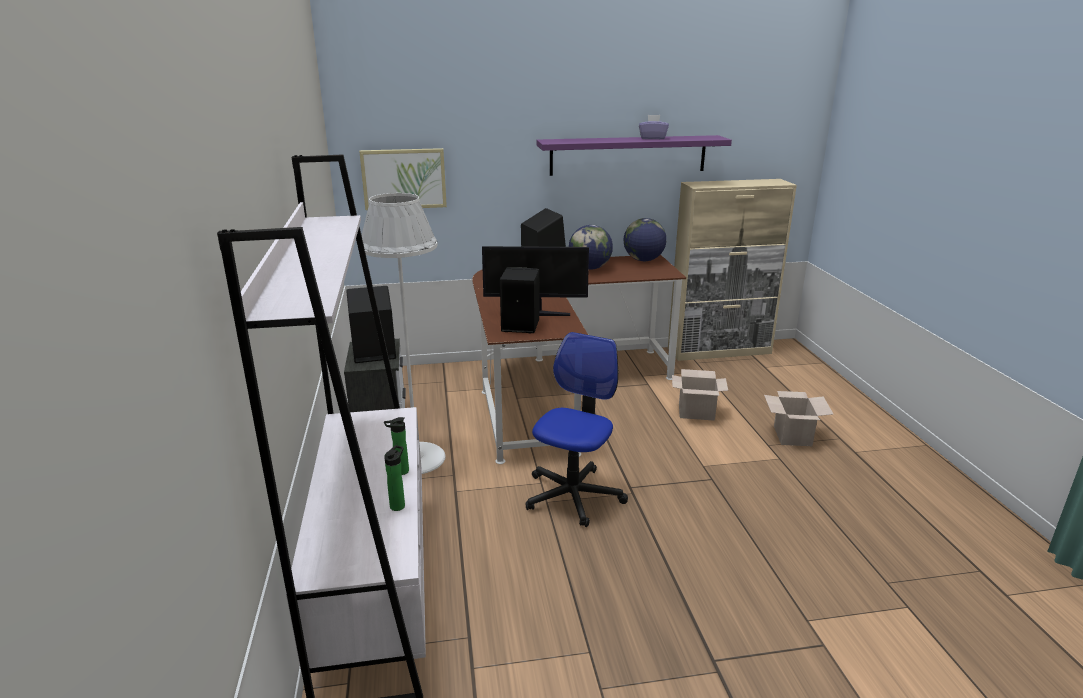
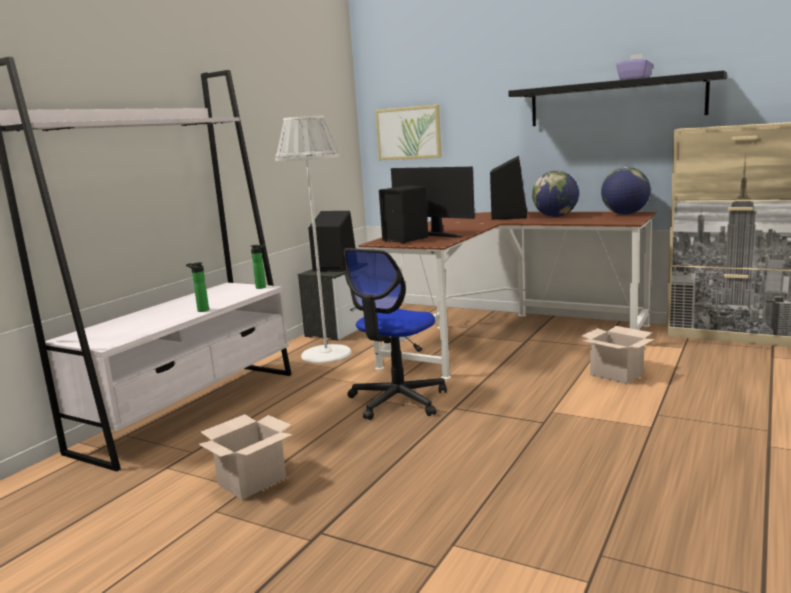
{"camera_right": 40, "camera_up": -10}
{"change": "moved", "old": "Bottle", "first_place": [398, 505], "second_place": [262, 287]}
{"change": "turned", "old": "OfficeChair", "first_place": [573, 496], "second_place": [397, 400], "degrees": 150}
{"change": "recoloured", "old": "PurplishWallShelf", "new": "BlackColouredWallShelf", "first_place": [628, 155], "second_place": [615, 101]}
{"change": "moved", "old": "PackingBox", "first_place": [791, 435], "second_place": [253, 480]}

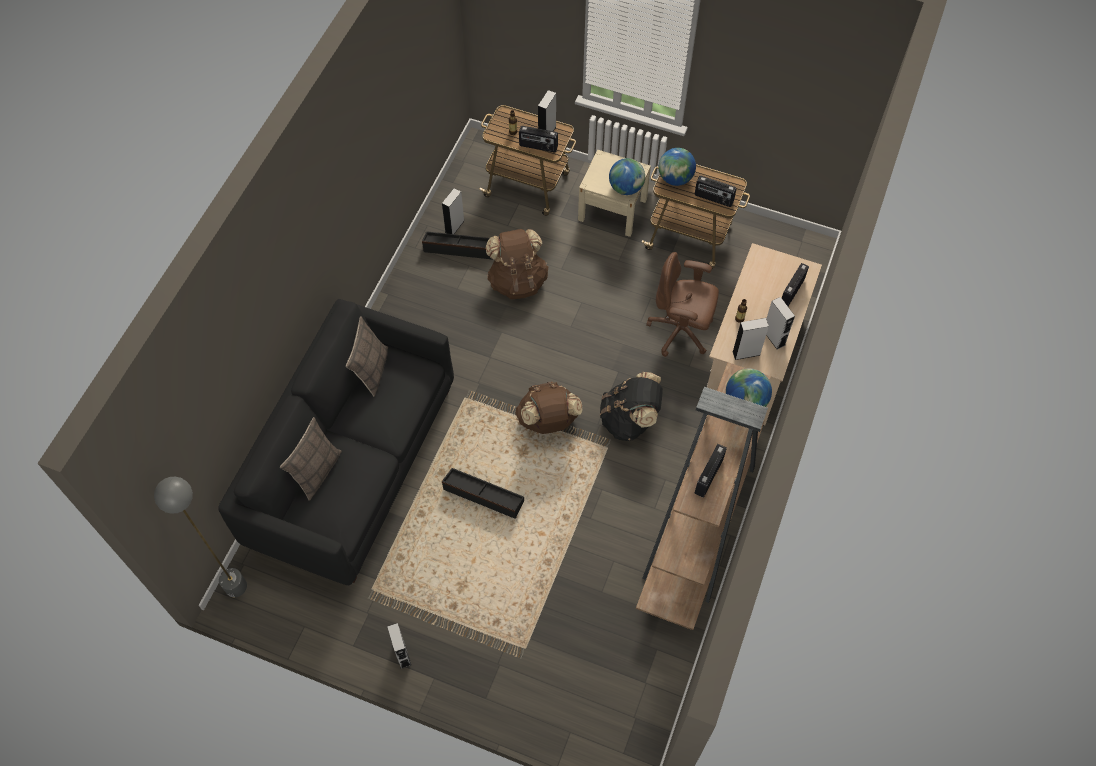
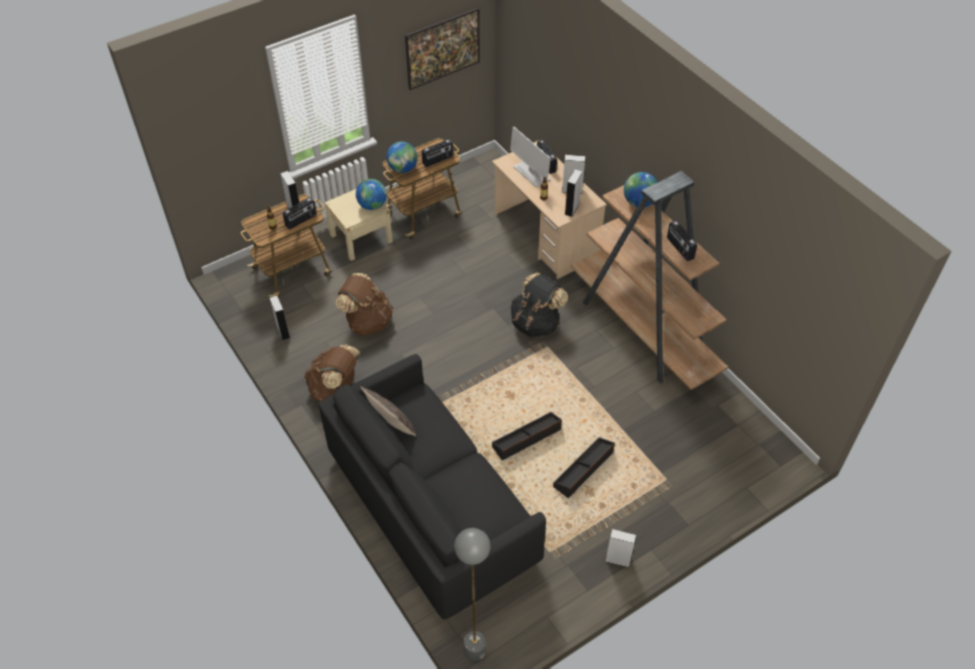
{"camera_right": -55, "camera_up": -10}
{"change": "removed", "old": "Cushion", "first_place": [317, 471]}
{"change": "moved", "old": "BlackColouredStorageContainer", "first_place": [459, 248], "second_place": [584, 470]}
{"change": "moved", "old": "BrownColouredKnapsack", "first_place": [548, 421], "second_place": [335, 388]}
{"change": "removed", "old": "BrownColouredOfficeChair", "first_place": [681, 331]}
{"change": "added", "new": "WallArt", "second_place": [443, 62]}
{"change": "added", "new": "ComputerDisplay", "second_place": [531, 173]}

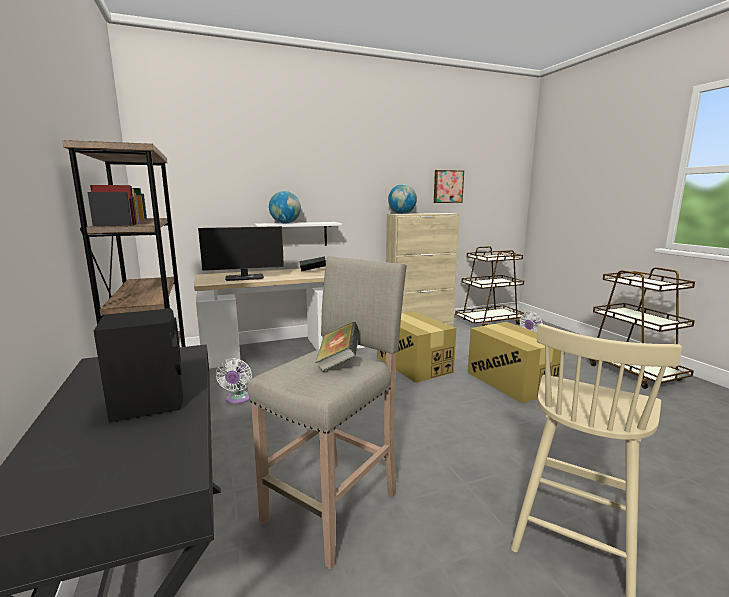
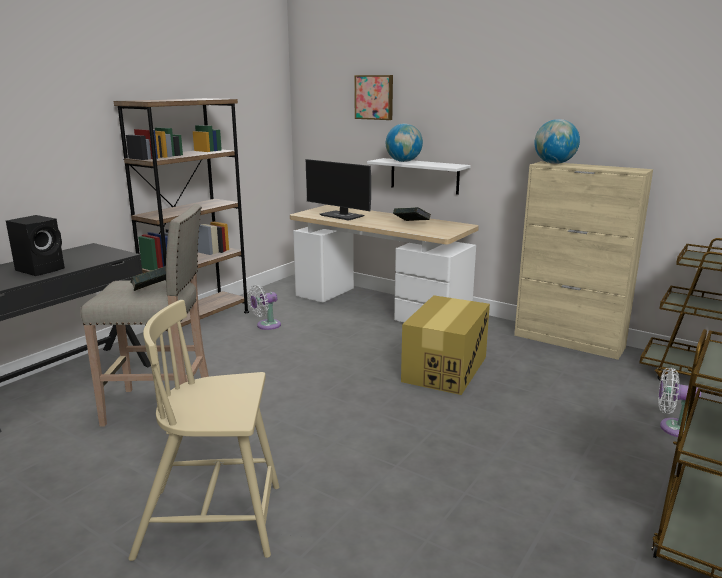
{"camera_right": 55, "camera_up": 5}
{"change": "moved", "old": "WallArt", "first_place": [447, 186], "second_place": [374, 97]}
{"change": "removed", "old": "PackingBox", "first_place": [511, 381]}

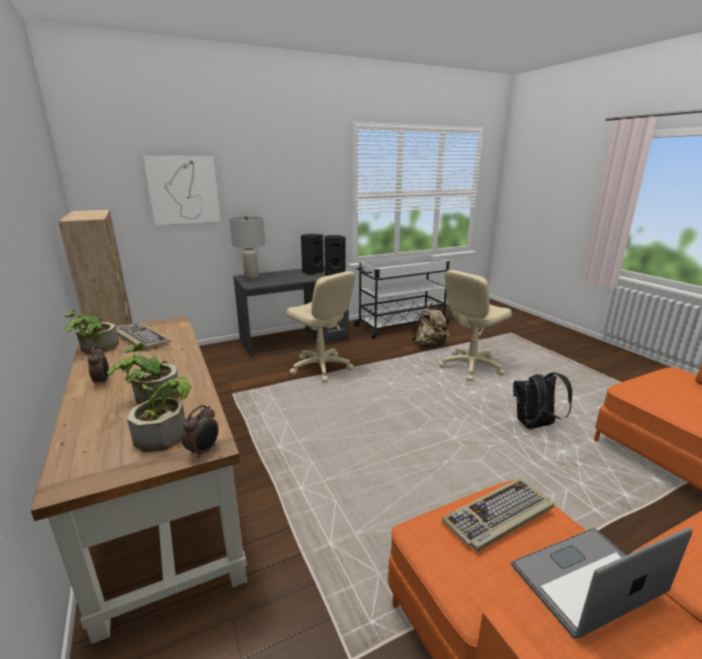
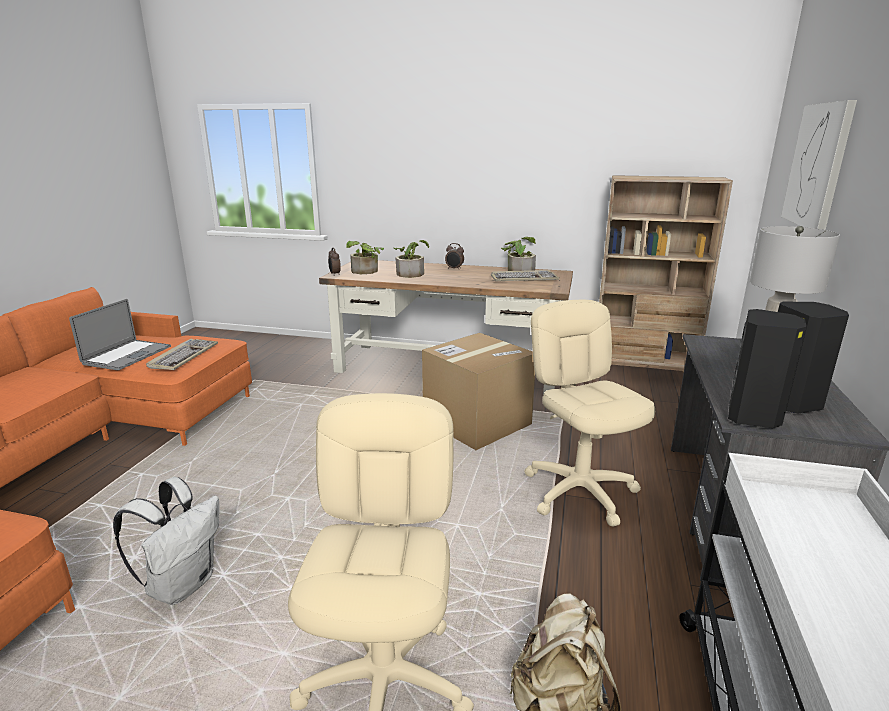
{"camera_right": 130, "camera_up": 0}
{"change": "turned", "old": "SandColouredOfficeChair", "first_place": [321, 367], "second_place": [580, 491], "degrees": 75}
{"change": "recoloured", "old": "BlackColouredKnapsack", "new": "WhiteKnapsack", "first_place": [534, 425], "second_place": [182, 584]}
{"change": "added", "new": "PackingBox", "second_place": [477, 423]}

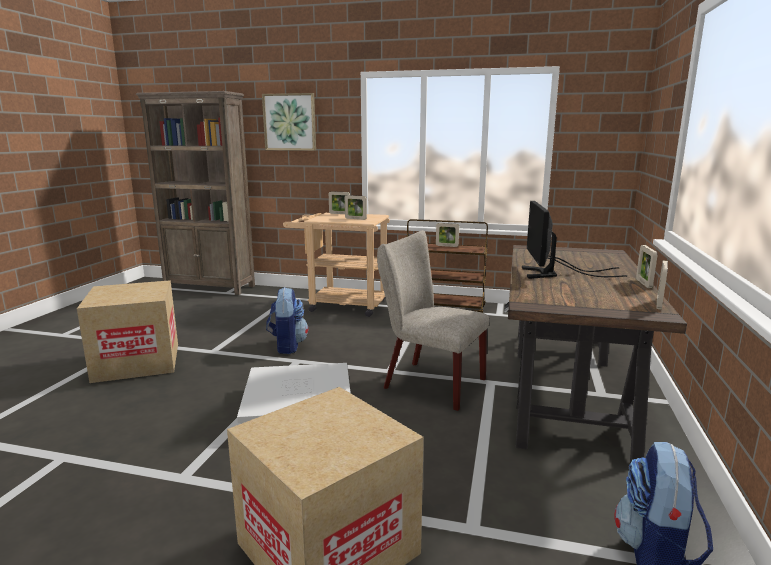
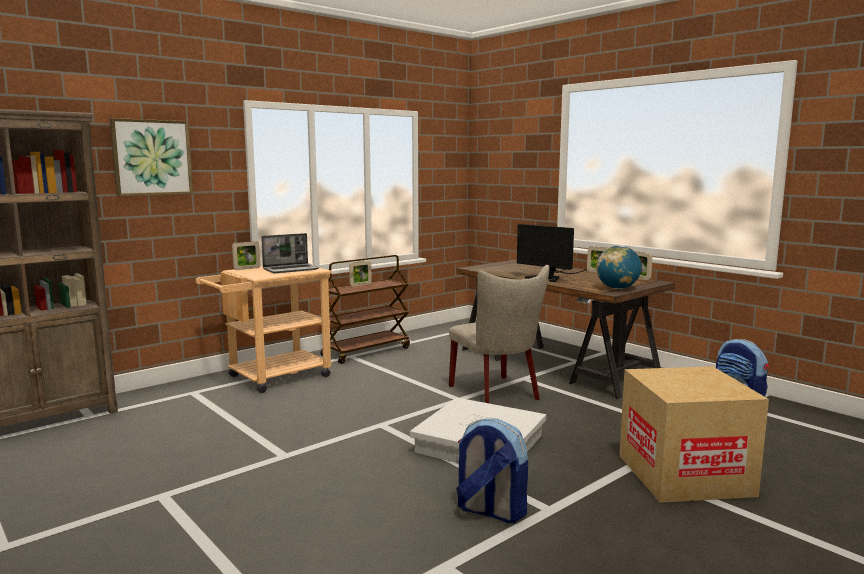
{"camera_right": -55, "camera_up": -5}
{"change": "removed", "old": "PackingBox", "first_place": [137, 362]}
{"change": "moved", "old": "Knapsack", "first_place": [287, 346], "second_place": [490, 511]}
{"change": "replaced", "old": "PictureFrame", "new": "NotebookComputer", "first_place": [355, 219], "second_place": [291, 269]}
{"change": "turned", "old": "SandColouredChair", "first_place": [428, 382], "second_place": [497, 394], "degrees": -90}
{"change": "added", "new": "DeskGlobe", "second_place": [617, 288]}

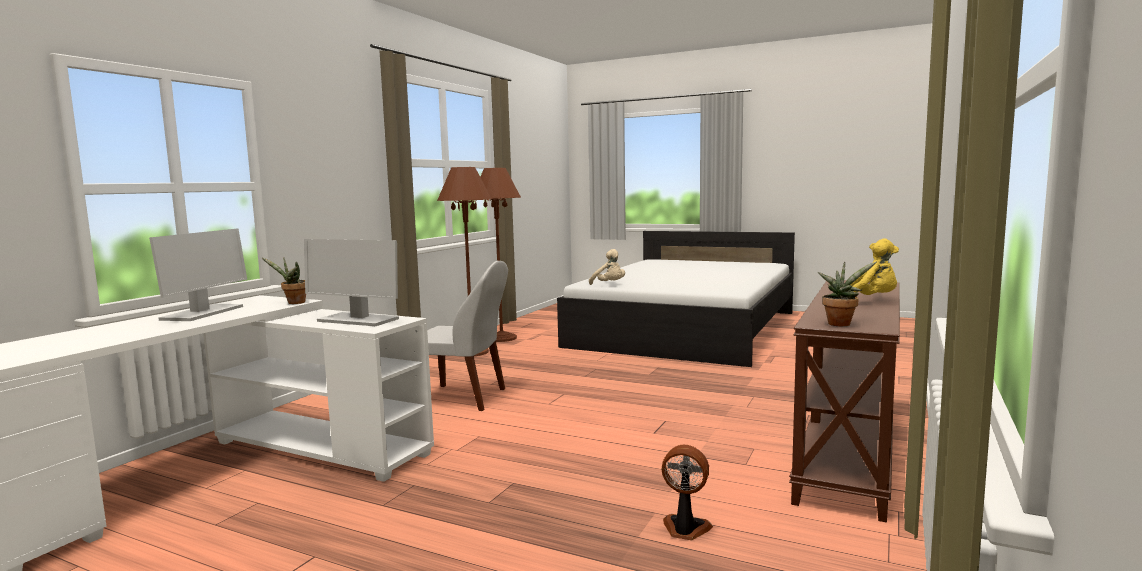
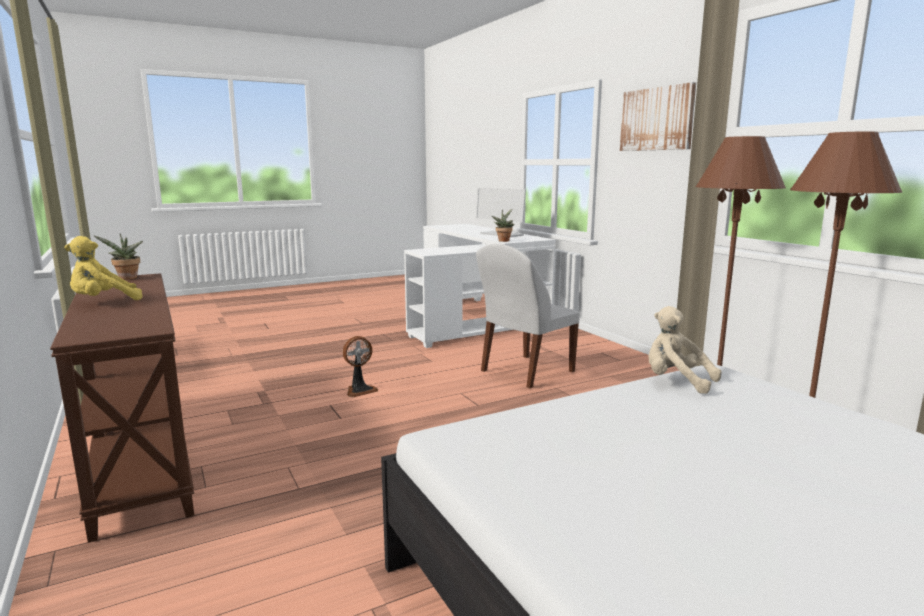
{"camera_right": 125, "camera_up": 5}
{"change": "removed", "old": "ComputerDisplay", "first_place": [357, 320]}
{"change": "turned", "old": "SandColouredPlushToy", "first_place": [609, 285], "second_place": [676, 381], "degrees": 45}
{"change": "moved", "old": "ElectricFan", "first_place": [685, 529], "second_place": [359, 390]}
{"change": "added", "new": "WallArt", "second_place": [657, 119]}

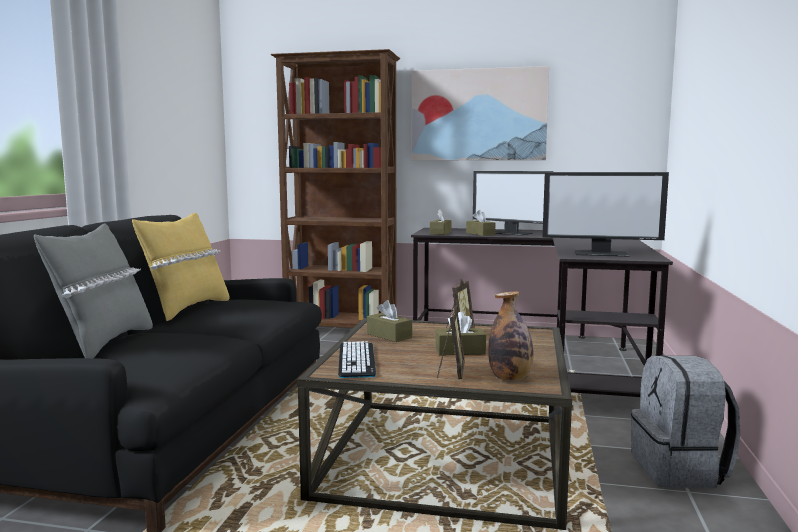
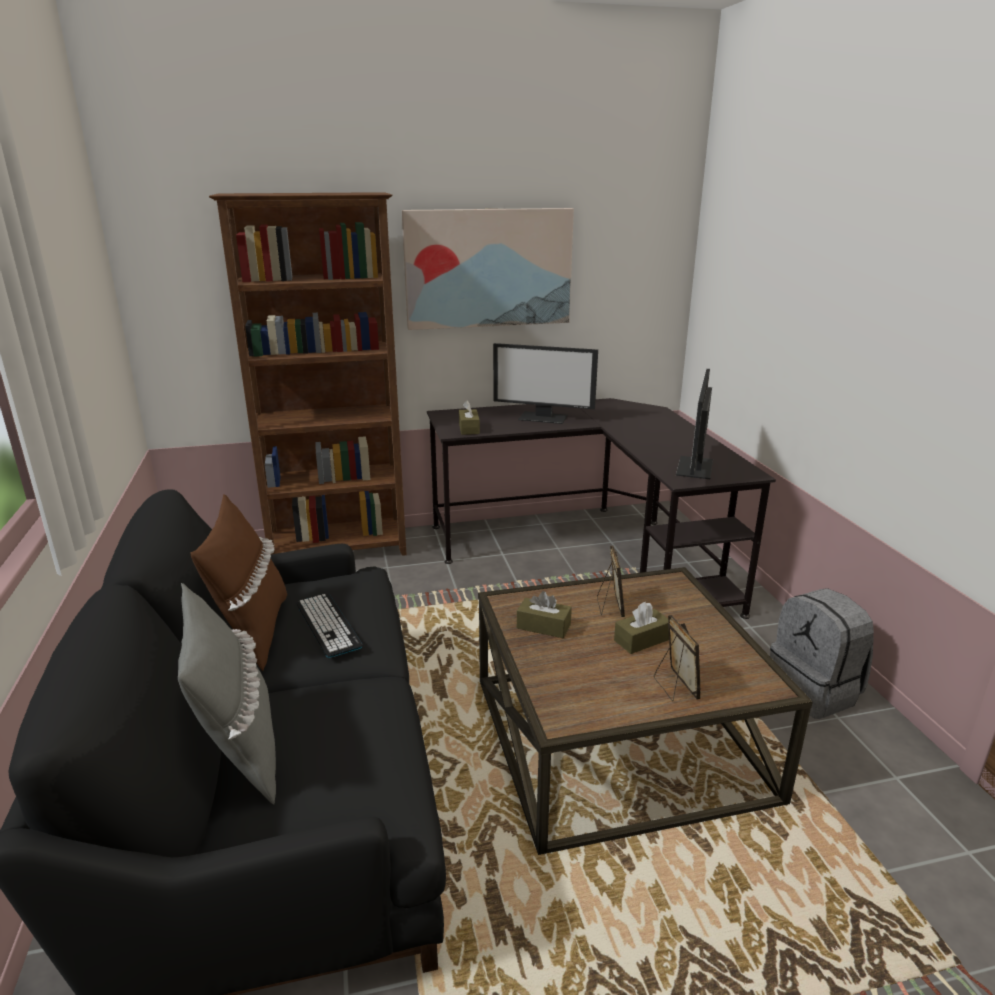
{"camera_right": -25, "camera_up": 15}
{"change": "recoloured", "old": "YellowCushion", "new": "BrownColouredCushion", "first_place": [186, 309], "second_place": [253, 632]}
{"change": "moved", "old": "ComputerKeyboard", "first_place": [356, 360], "second_place": [328, 625]}
{"change": "removed", "old": "BrownColouredTissueBox", "first_place": [480, 234]}
{"change": "removed", "old": "Bottle", "first_place": [510, 378]}
{"change": "turned", "old": "ComputerDisplay", "first_place": [601, 253], "second_place": [696, 468], "degrees": 120}

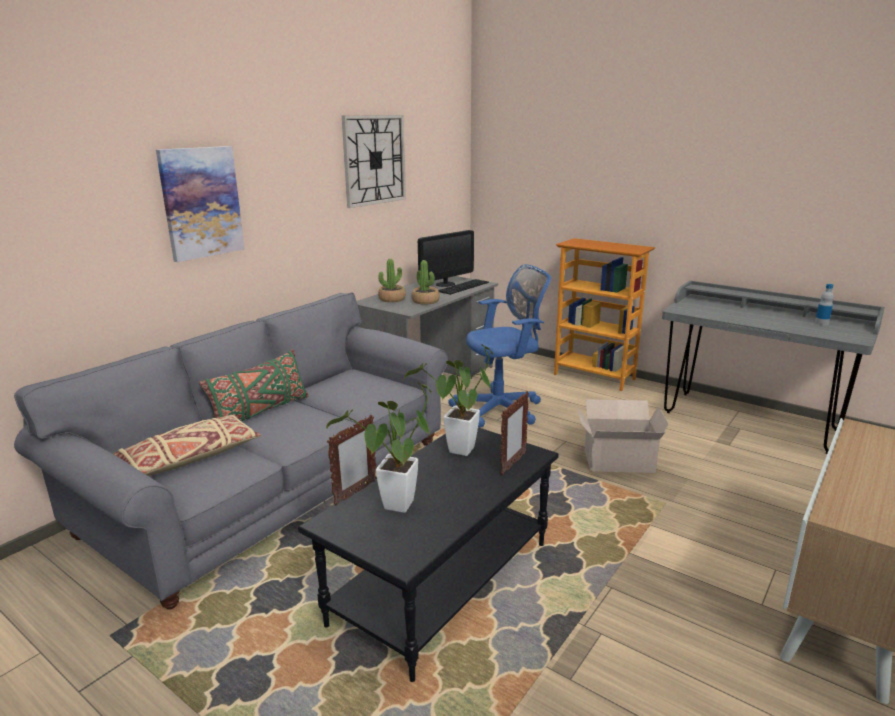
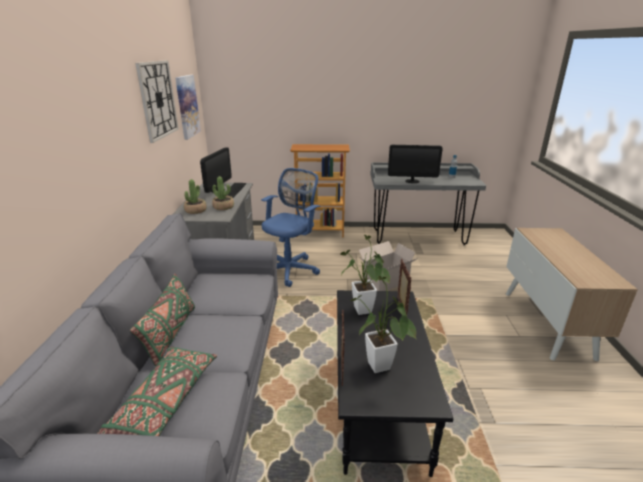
{"camera_right": -35, "camera_up": 5}
{"change": "recoloured", "old": "SandColouredCushion", "new": "GreenishCushion", "first_place": [190, 458], "second_place": [165, 401]}
{"change": "moved", "old": "WallArt", "first_place": [201, 202], "second_place": [187, 106]}
{"change": "added", "new": "ComputerDisplay", "second_place": [412, 181]}

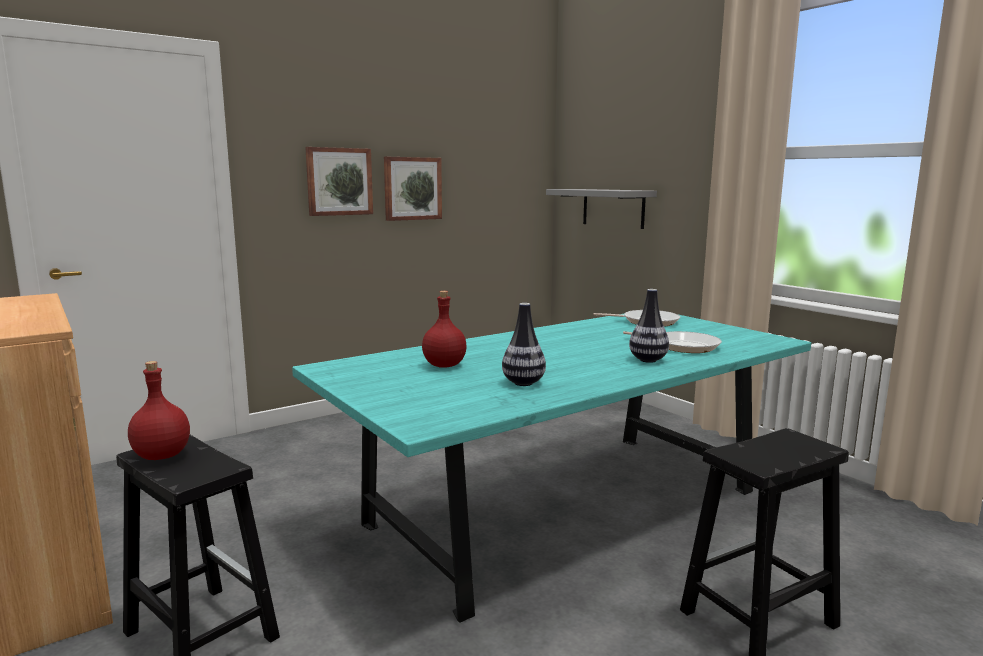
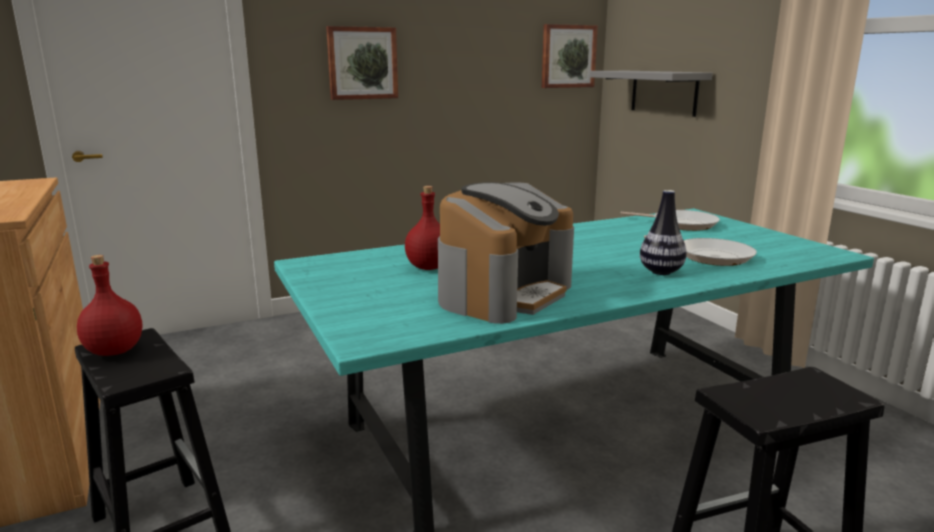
{"camera_right": 10, "camera_up": 5}
{"change": "moved", "old": "WallArt", "first_place": [412, 188], "second_place": [568, 56]}
{"change": "replaced", "old": "FlowerVase", "new": "CoffeeMachine", "first_place": [523, 383], "second_place": [504, 293]}

